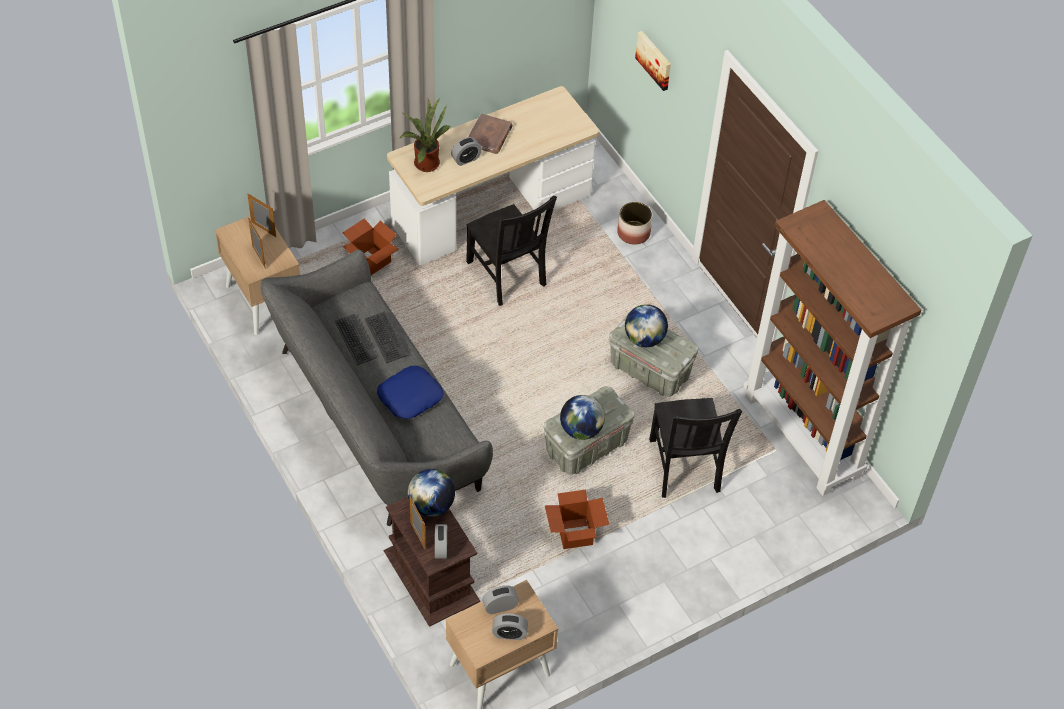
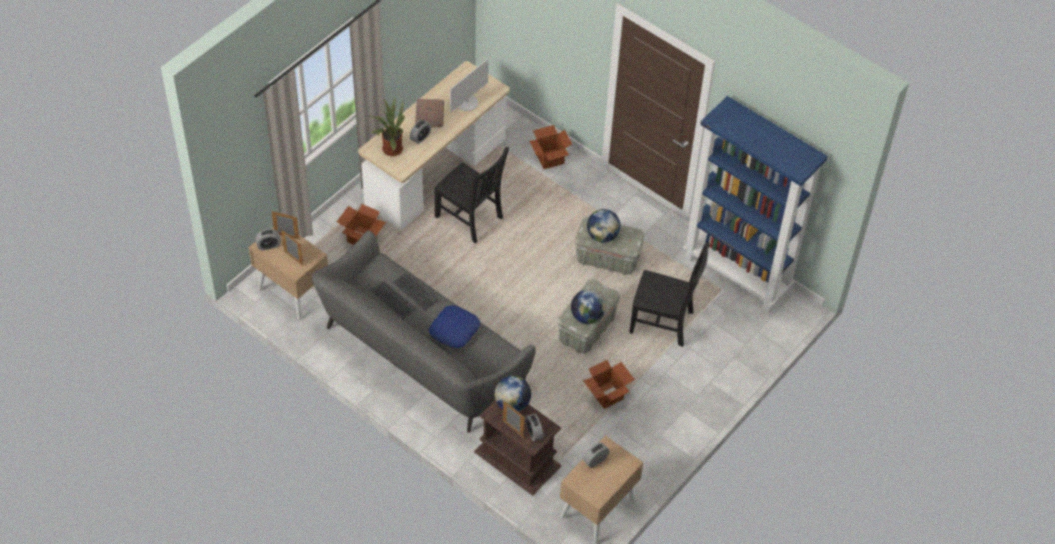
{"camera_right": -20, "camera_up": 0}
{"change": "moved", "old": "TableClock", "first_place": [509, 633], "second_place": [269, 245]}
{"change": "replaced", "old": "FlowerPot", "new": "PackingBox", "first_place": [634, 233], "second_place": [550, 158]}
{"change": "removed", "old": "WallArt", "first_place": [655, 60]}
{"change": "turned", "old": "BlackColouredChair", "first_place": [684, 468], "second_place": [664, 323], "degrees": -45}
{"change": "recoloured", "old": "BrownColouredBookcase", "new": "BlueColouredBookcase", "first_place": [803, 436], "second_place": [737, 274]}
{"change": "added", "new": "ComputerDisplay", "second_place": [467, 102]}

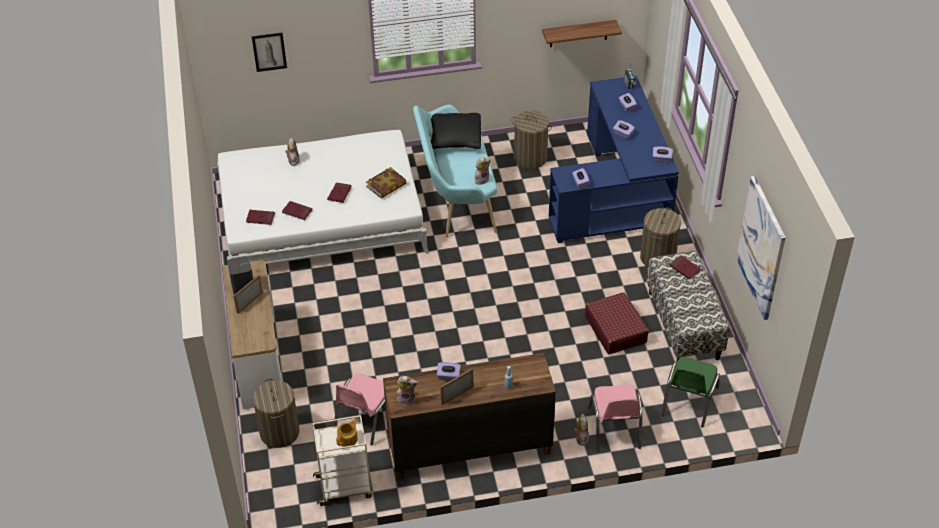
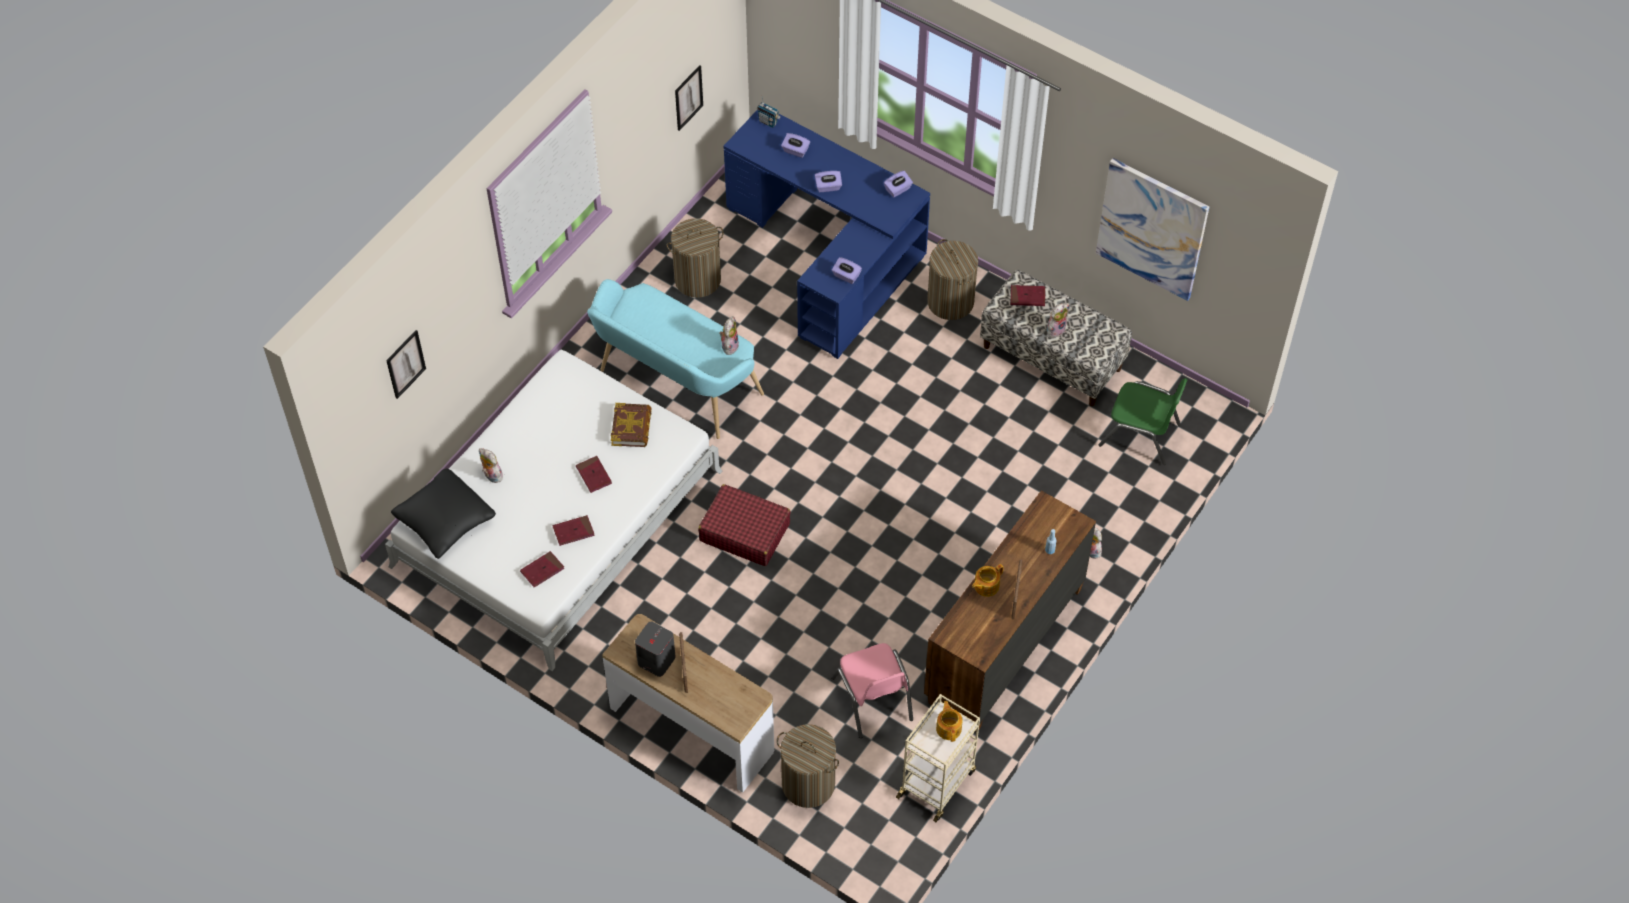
{"camera_right": -45, "camera_up": 10}
{"change": "moved", "old": "PlushToy", "first_place": [407, 398], "second_place": [1055, 329]}
{"change": "moved", "old": "BlackColouredCushion", "first_place": [455, 138], "second_place": [444, 520]}
{"change": "replaced", "old": "PurplishTissueBox", "new": "Teapot", "first_place": [448, 376], "second_place": [986, 586]}
{"change": "replaced", "old": "WallShelf", "new": "WallArt", "first_place": [578, 33], "second_place": [688, 97]}
{"change": "moved", "old": "RedColouredTravelCase", "first_place": [615, 329], "second_place": [744, 532]}
{"change": "removed", "old": "PinkishChair", "first_place": [614, 428]}
{"change": "turned", "old": "GreenishChair", "first_place": [688, 401], "second_place": [1140, 435], "degrees": -45}

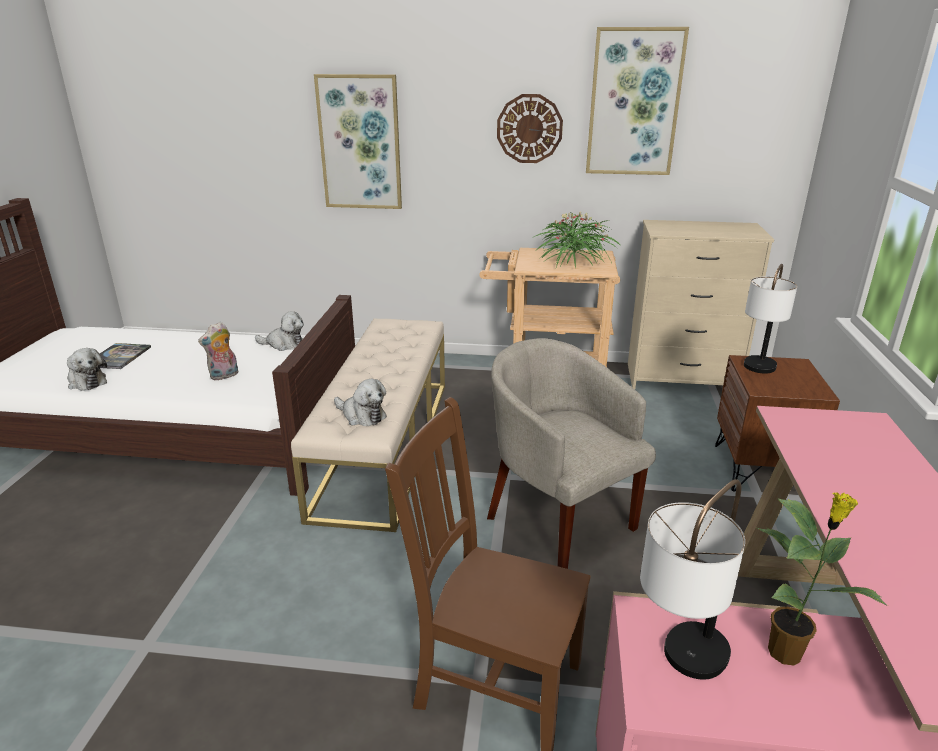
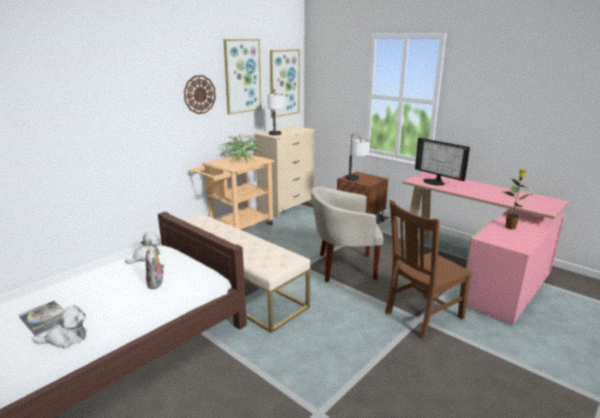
{"camera_right": -55, "camera_up": -5}
{"change": "moved", "old": "WallArt", "first_place": [360, 143], "second_place": [284, 83]}
{"change": "removed", "old": "PlushToy", "first_place": [361, 415]}
{"change": "moved", "old": "TableLamp", "first_place": [679, 672], "second_place": [275, 135]}
{"change": "added", "new": "ComputerDisplay", "second_place": [435, 182]}

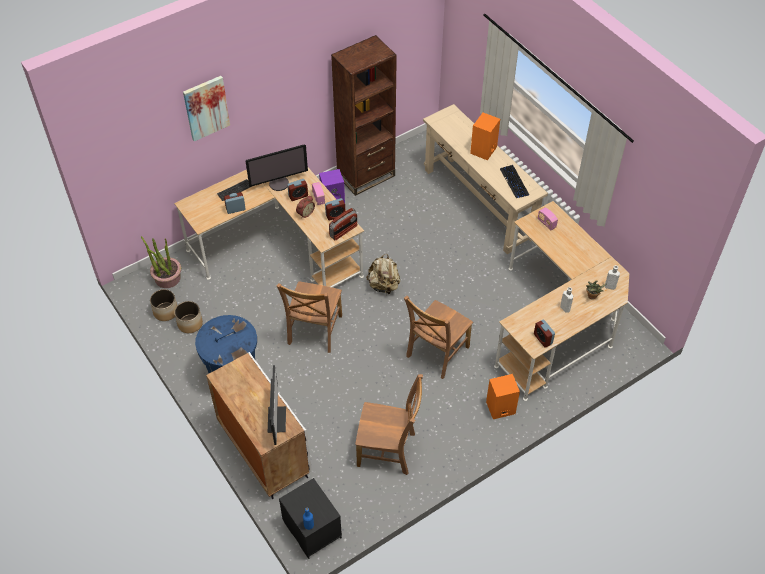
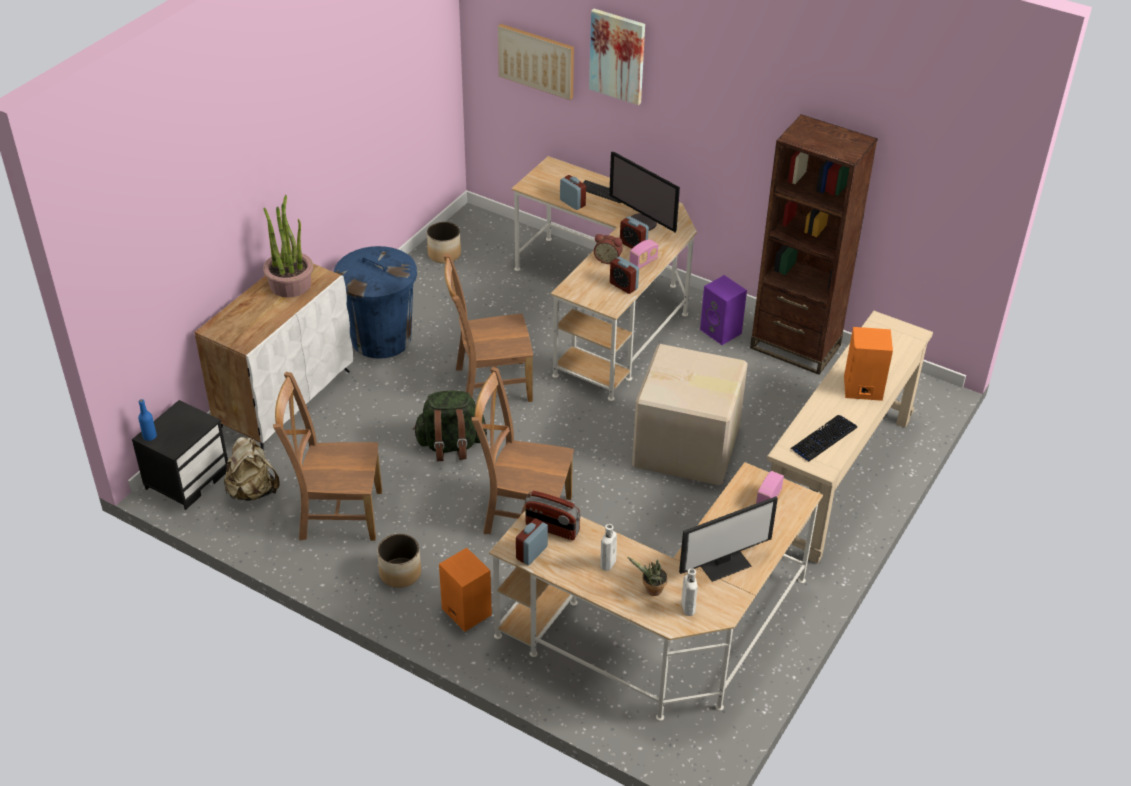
{"camera_right": 65, "camera_up": -10}
{"change": "moved", "old": "PlantInAPot", "first_place": [167, 278], "second_place": [290, 284]}
{"change": "moved", "old": "FlowerPot", "first_place": [189, 324], "second_place": [400, 572]}
{"change": "moved", "old": "ComputerDisplay", "first_place": [276, 419], "second_place": [724, 563]}
{"change": "moved", "old": "RadioReceiver", "first_place": [343, 231], "second_place": [552, 529]}
{"change": "turned", "old": "BrownColouredChair", "first_place": [389, 450], "second_place": [337, 514], "degrees": 105}
{"change": "moved", "old": "SandColouredKnapsack", "first_place": [384, 285], "second_place": [252, 491]}
{"change": "added", "new": "GreenishKnapsack", "second_place": [451, 445]}
{"change": "added", "new": "WallArt", "second_place": [537, 60]}
{"change": "added", "new": "PackingBox", "second_place": [687, 448]}

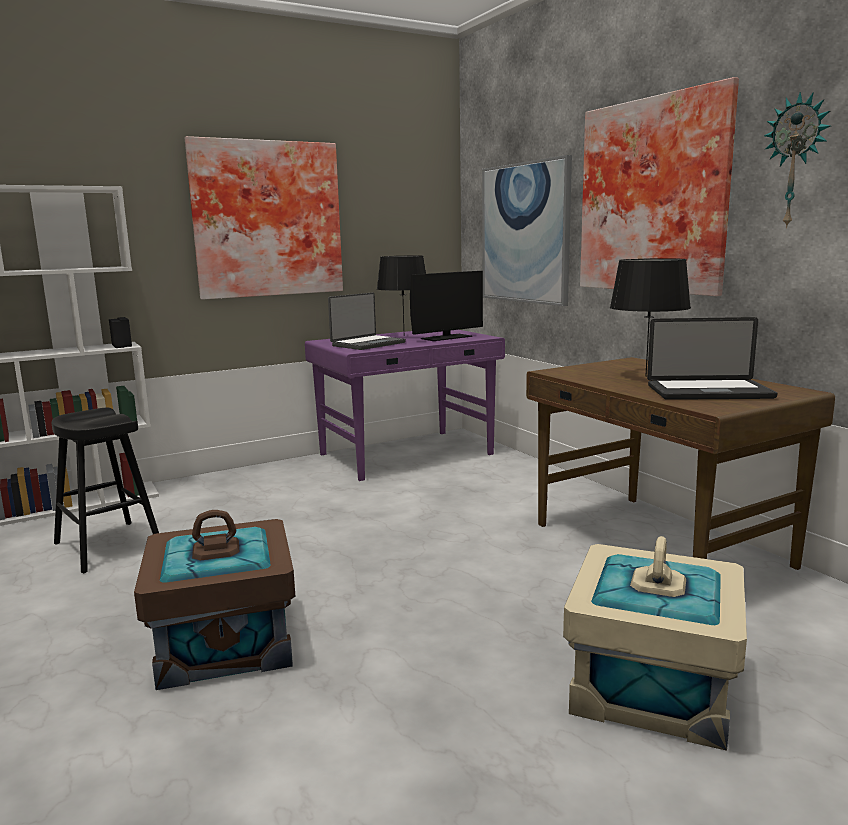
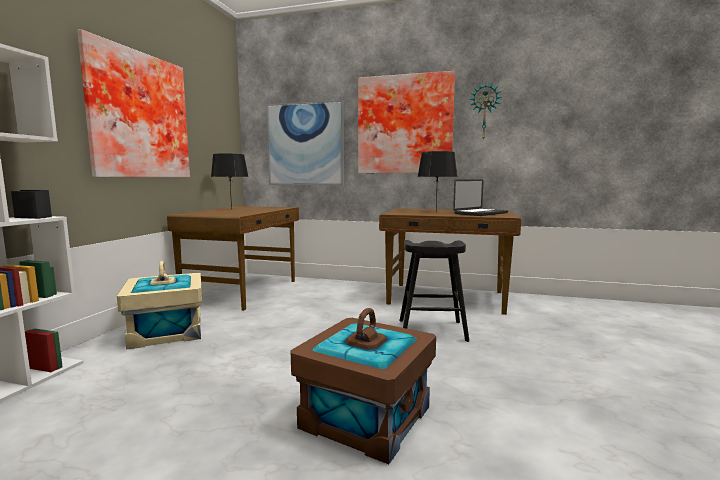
{"camera_right": -45, "camera_up": -5}
{"change": "moved", "old": "BlackColouredSittingStool", "first_place": [108, 546], "second_place": [432, 330]}
{"change": "recoloured", "old": "PurplishDeskUnit", "new": "BrownColouredDeskUnit", "first_place": [408, 454], "second_place": [244, 291]}
{"change": "removed", "old": "NotebookComputer", "first_place": [367, 344]}
{"change": "removed", "old": "ComputerDisplay", "first_place": [446, 337]}
{"change": "moved", "old": "SandColouredStorageContainer", "first_place": [653, 688], "second_place": [167, 332]}

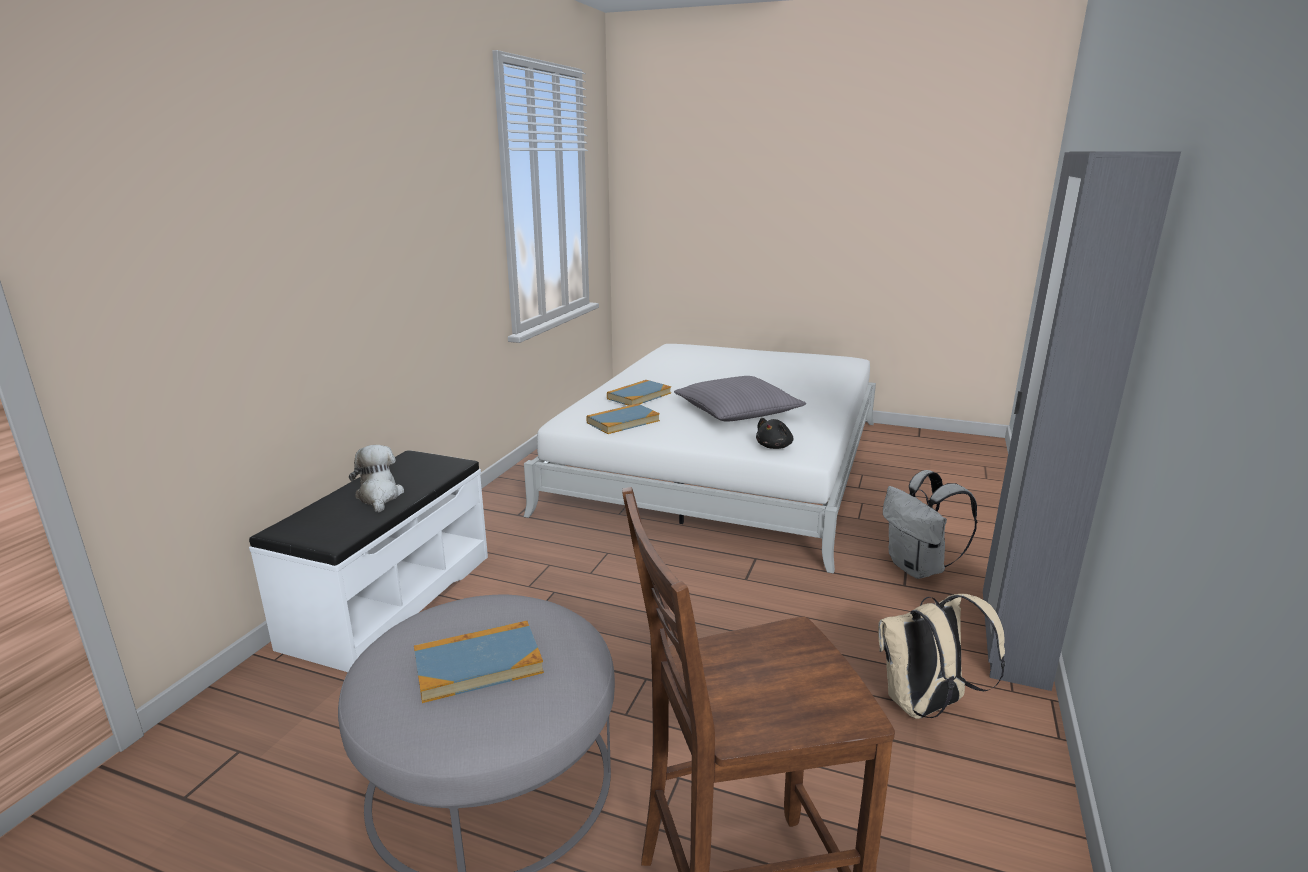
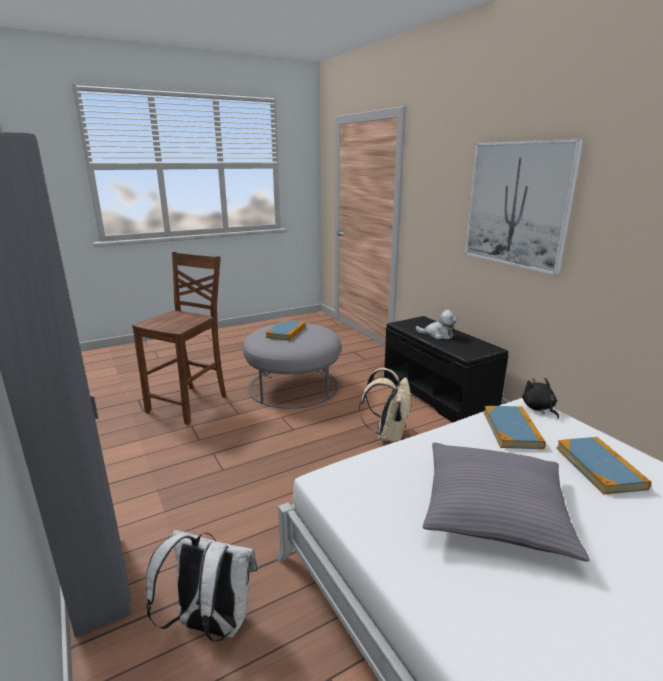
{"camera_right": 130, "camera_up": 0}
{"change": "recoloured", "old": "WhiteLongSeat", "new": "BlackColouredLongSeat", "first_place": [390, 599], "second_place": [438, 394]}
{"change": "moved", "old": "BlackColouredPlushToy", "first_place": [774, 446], "second_place": [539, 408]}
{"change": "moved", "old": "SandColouredKnapsack", "first_place": [924, 706], "second_place": [388, 435]}
{"change": "added", "new": "WallArt", "second_place": [517, 205]}

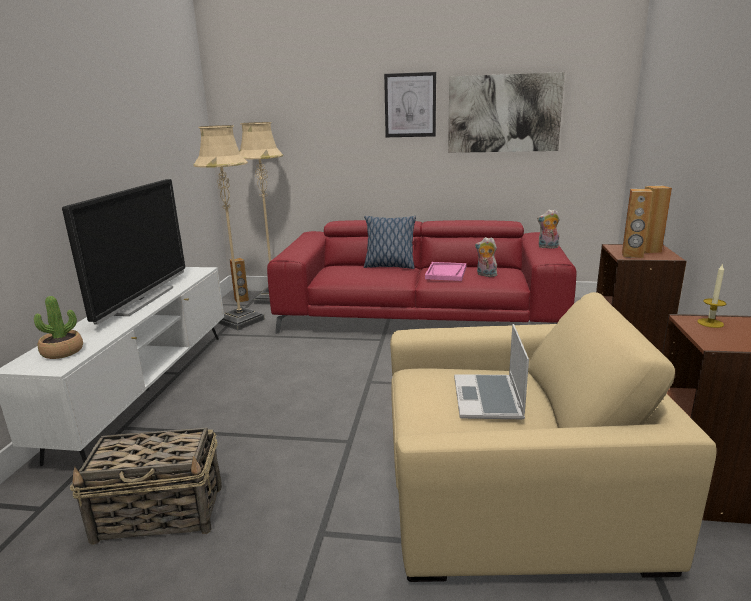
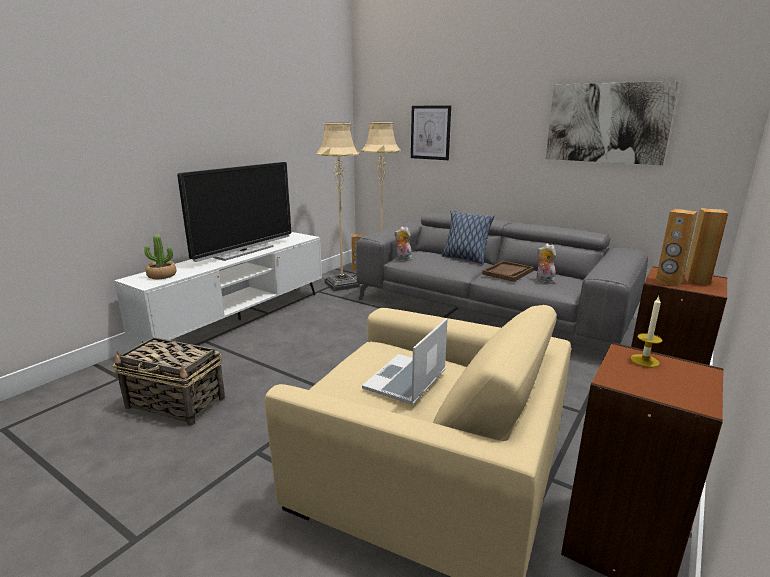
{"camera_right": 25, "camera_up": 0}
{"change": "recoloured", "old": "RedColouredSofa", "new": "GraySofa", "first_place": [419, 314], "second_place": [489, 308]}
{"change": "moved", "old": "WallArt", "first_place": [410, 105], "second_place": [430, 132]}
{"change": "recoloured", "old": "PinkishCarryingTray", "new": "BrownColouredCarryingTray", "first_place": [446, 273], "second_place": [508, 272]}
{"change": "moved", "old": "PlushToy", "first_place": [547, 247], "second_place": [402, 259]}

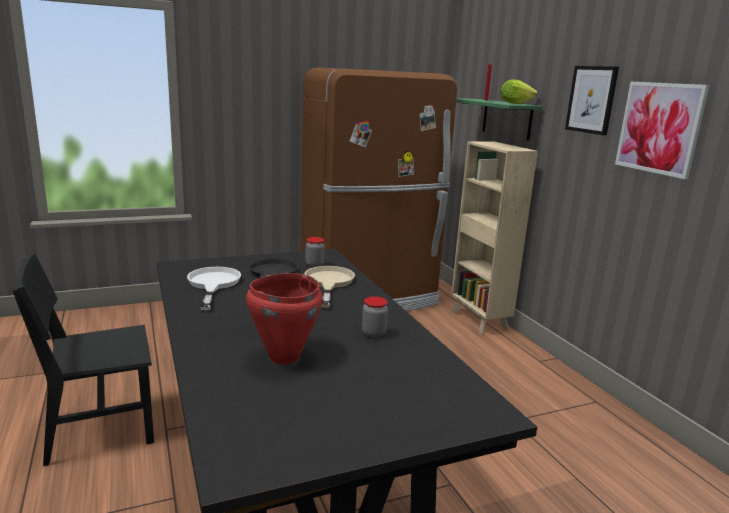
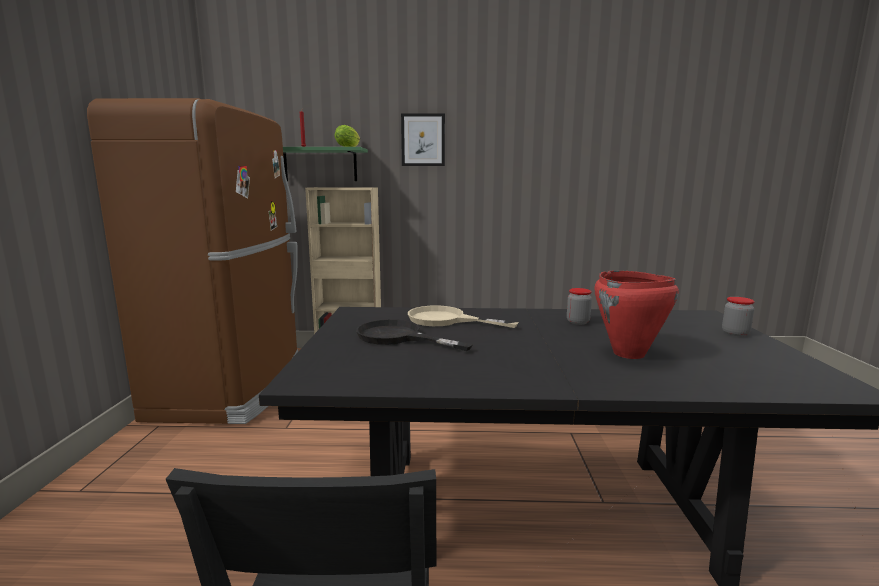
{"camera_right": -65, "camera_up": -5}
{"change": "removed", "old": "WhiteFryingPan", "first_place": [213, 284]}
{"change": "moved", "old": "Jar", "first_place": [314, 265], "second_place": [735, 333]}
{"change": "removed", "old": "WallArt", "first_place": [659, 128]}

